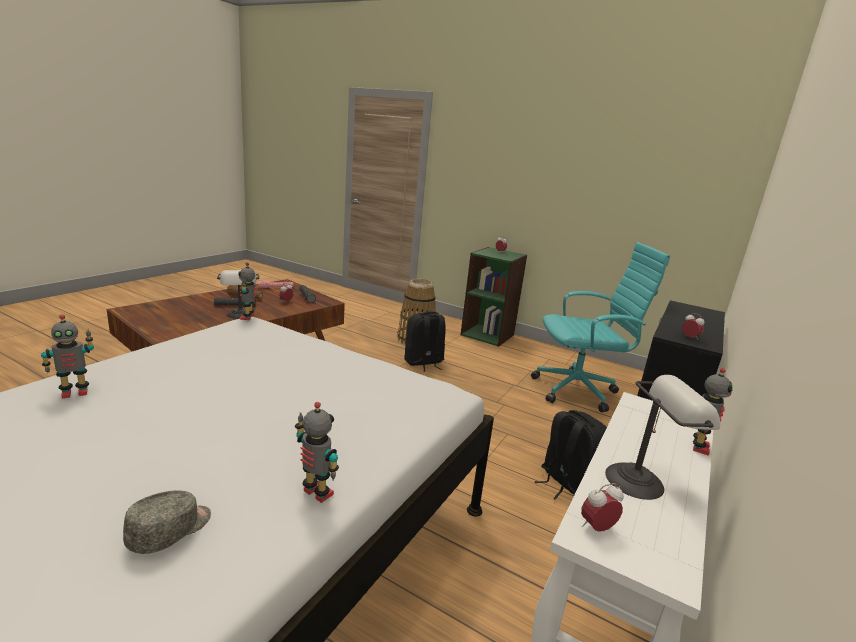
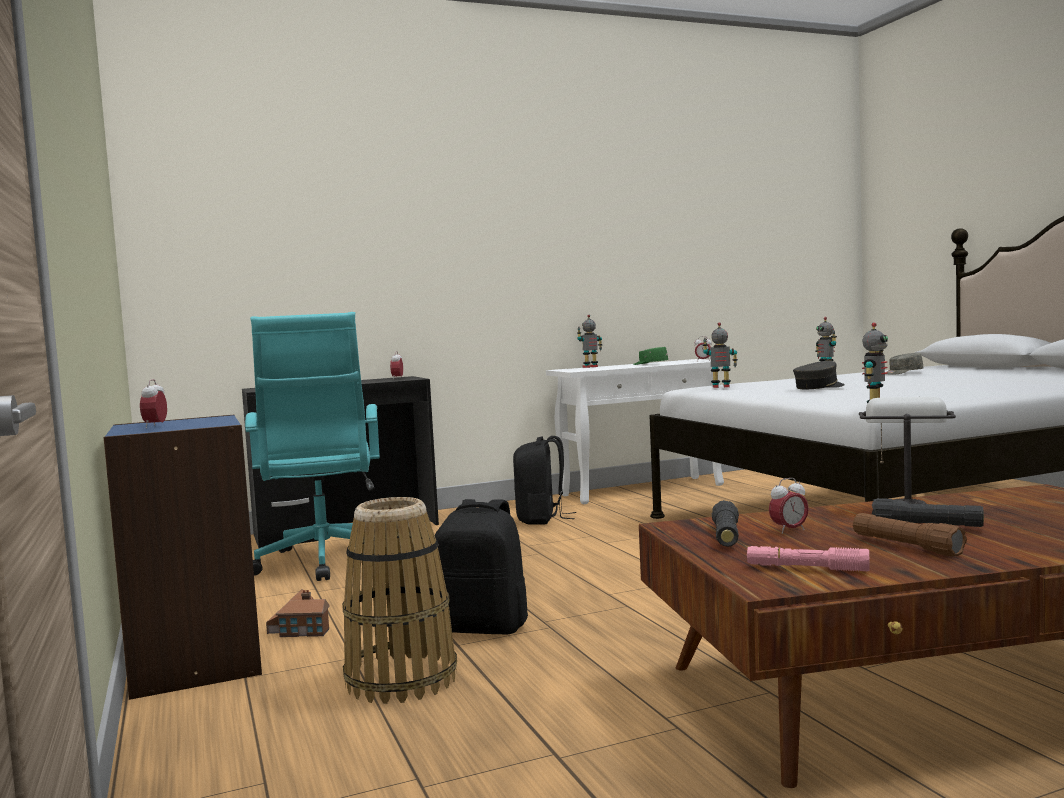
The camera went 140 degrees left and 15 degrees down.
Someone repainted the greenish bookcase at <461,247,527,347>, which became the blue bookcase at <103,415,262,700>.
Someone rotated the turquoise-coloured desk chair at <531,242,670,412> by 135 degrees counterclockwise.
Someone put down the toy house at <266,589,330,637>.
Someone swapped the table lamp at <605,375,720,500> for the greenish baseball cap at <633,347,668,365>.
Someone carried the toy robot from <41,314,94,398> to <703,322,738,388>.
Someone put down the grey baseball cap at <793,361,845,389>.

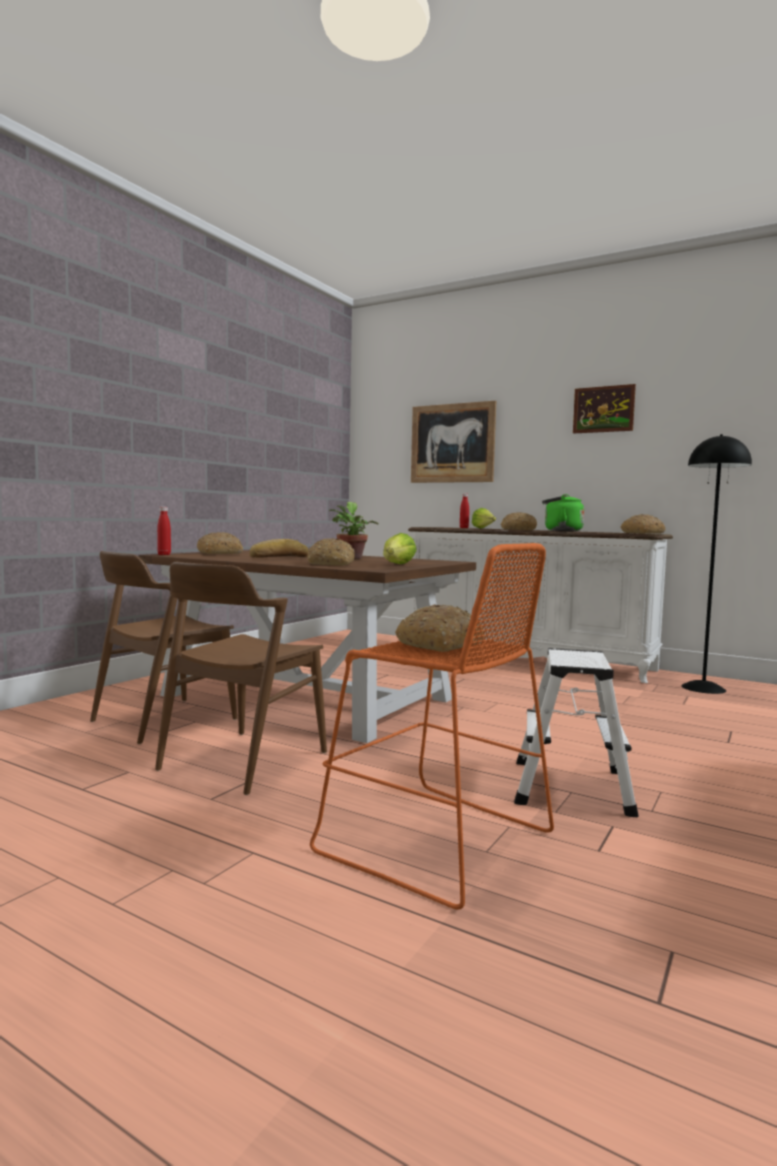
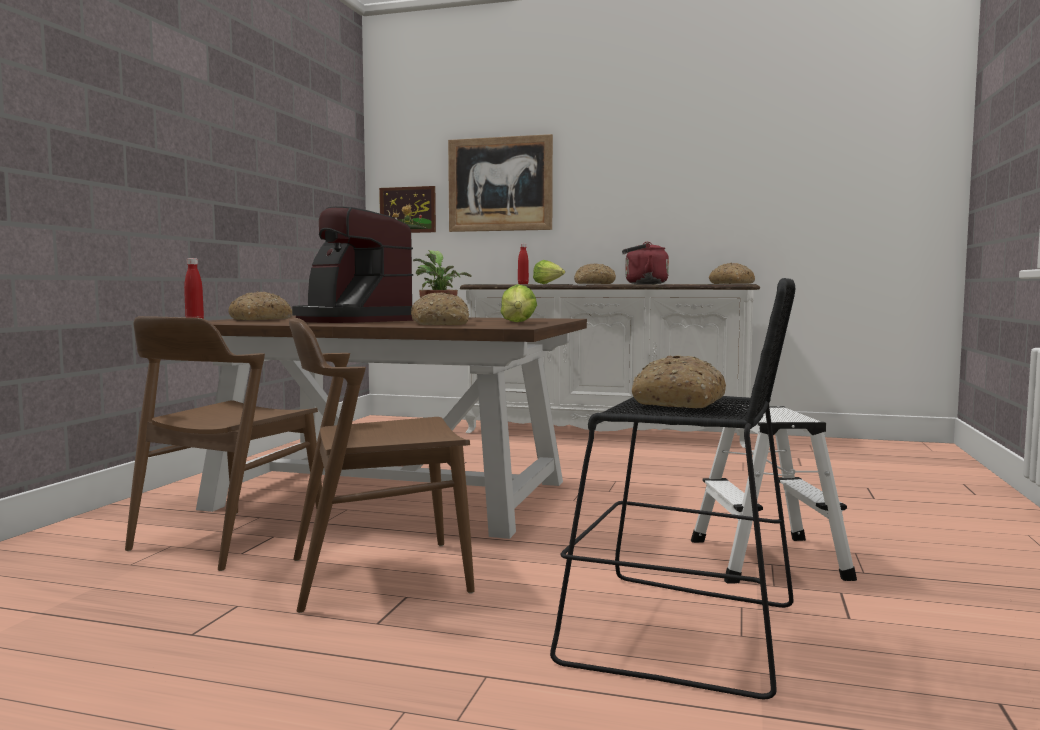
The camera went 15 degrees left and 0 degrees up.
Someone rotated the brown-coloured plain chair at <155,562,327,795> by 60 degrees clockwise.
Someone swapped the bread at <250,539,309,558> for the coffee machine at <292,206,413,323>.
Someone carried the picture from <573,384,636,434> to <379,186,436,233>.
Someone repainted the orange stool seat at <310,543,554,910>, which became the black-coloured stool seat at <550,278,795,699>.
Someone repainted the greenish water kettle at <542,494,584,531>, which became the reddish water kettle at <622,242,669,284>.
Someone took away the black-coloured standing lamp at <681,434,752,694>.

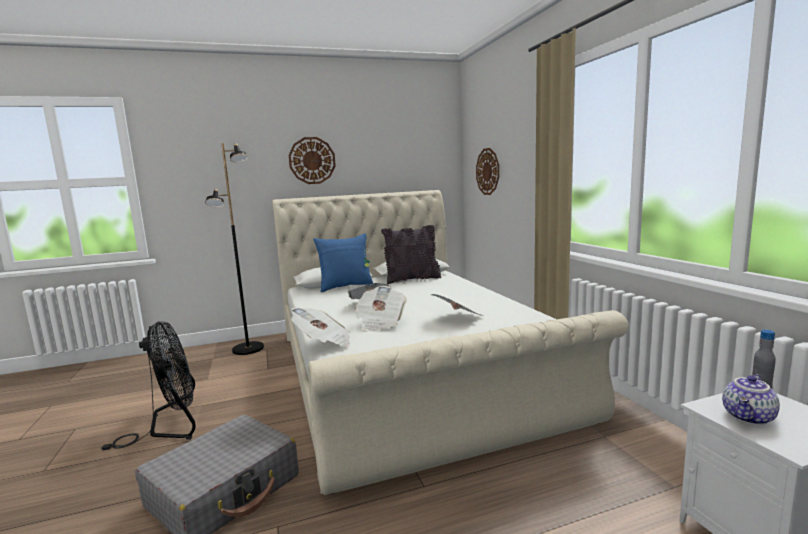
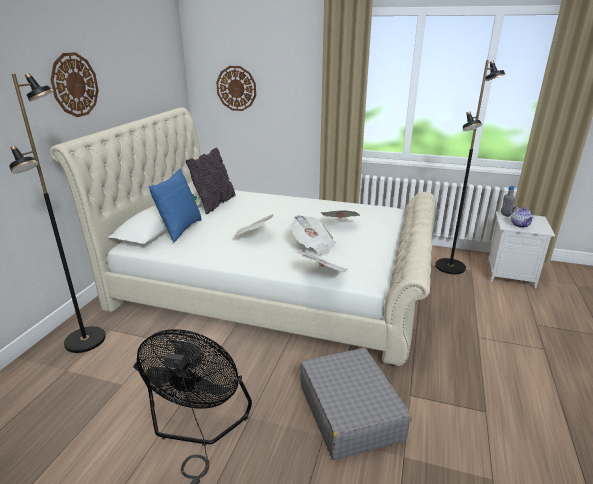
The camera went 55 degrees left and 15 degrees up.
Someone put down the black-coloured standing lamp at <435,60,505,274>.

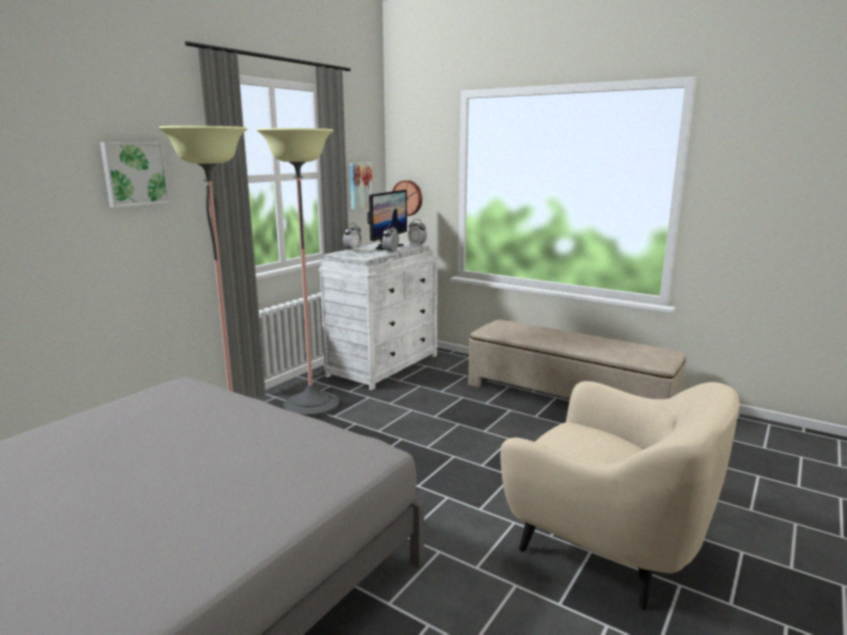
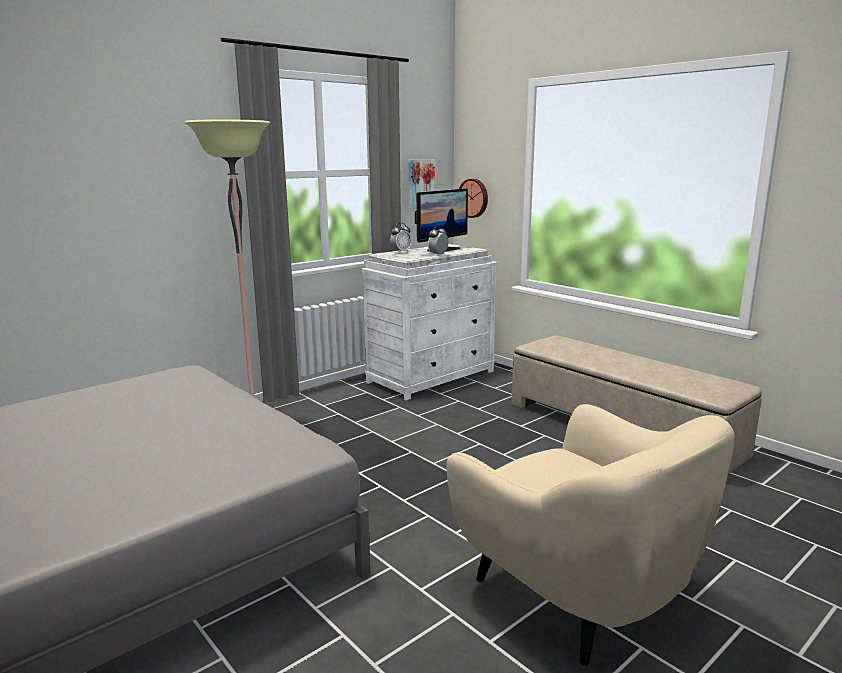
The camera went 15 degrees right and 0 degrees up.
Someone took away the picture at <100,142,170,208>.
Someone took away the standing lamp at <257,128,340,418>.
Someone took away the bedside clock at <408,219,427,246>.

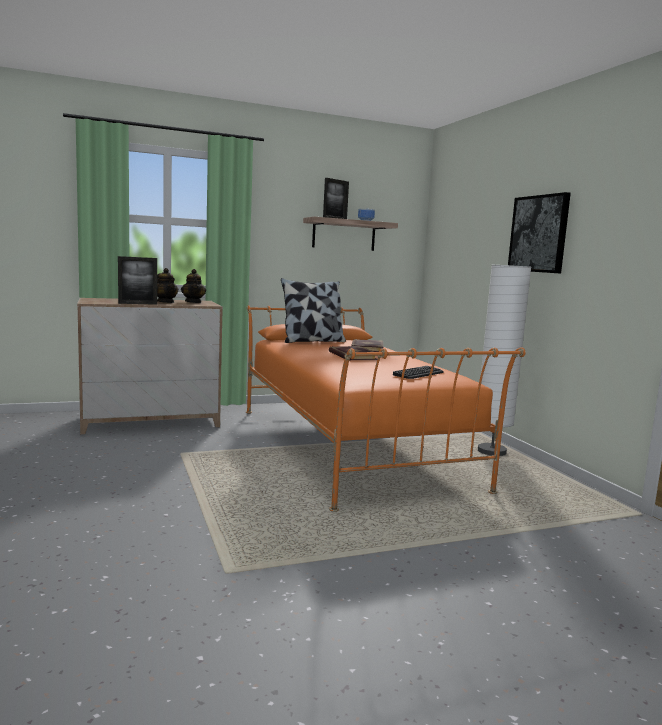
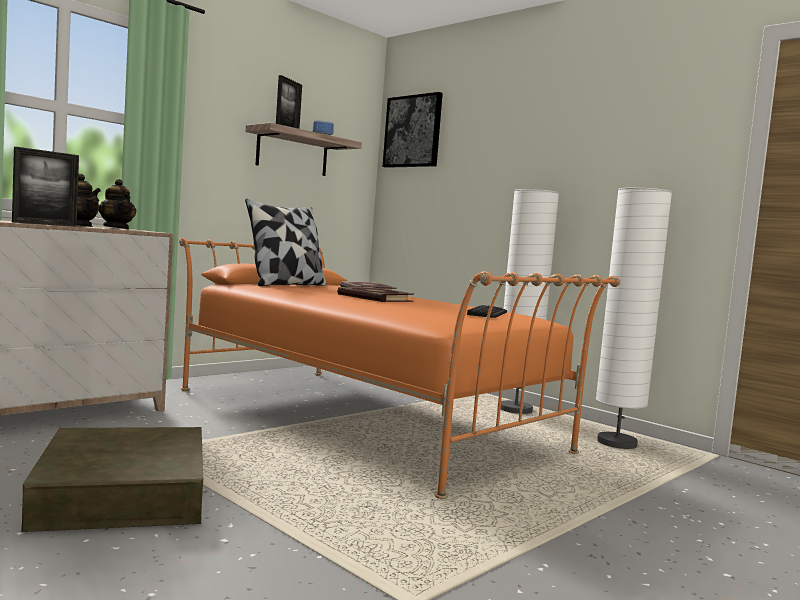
The camera went 25 degrees left and 5 degrees down.
Someone put down the brown-coloured storage box at <21,427,203,532>.
Someone carried the picture from <508,192,571,273> to <383,92,443,168>.
Someone put down the whitish standing lamp at <596,187,672,449>.

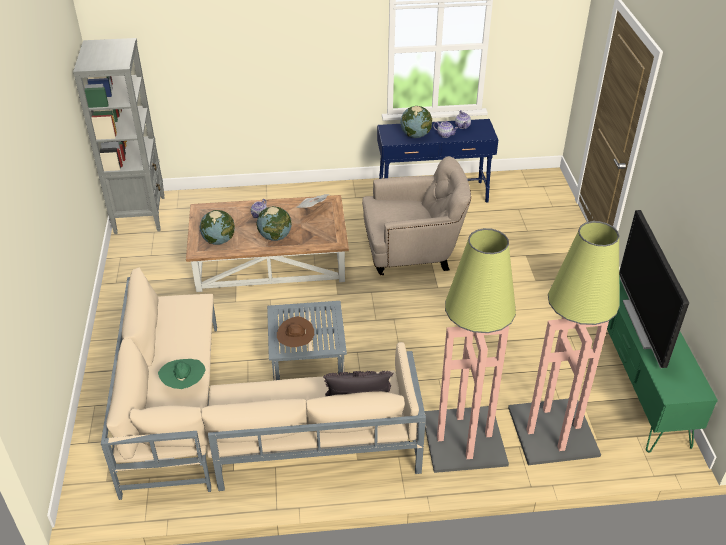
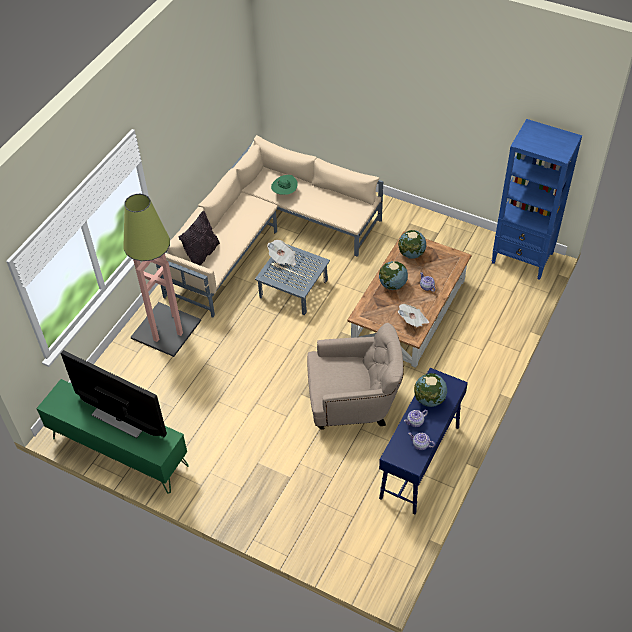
The camera went 125 degrees right and 10 degrees up.
Someone swapped the brown-coloured hat at <277,316,314,347> for the printed paper at <267,240,295,265>.
Someone rotated the beige-coloured armchair at <362,156,471,275> by 120 degrees counterclockwise.
Someone repainted the grey bookcase at <73,38,165,234>, which became the blue bookcase at <492,119,582,280>.
Someone took away the standing lamp at <508,221,620,465>.

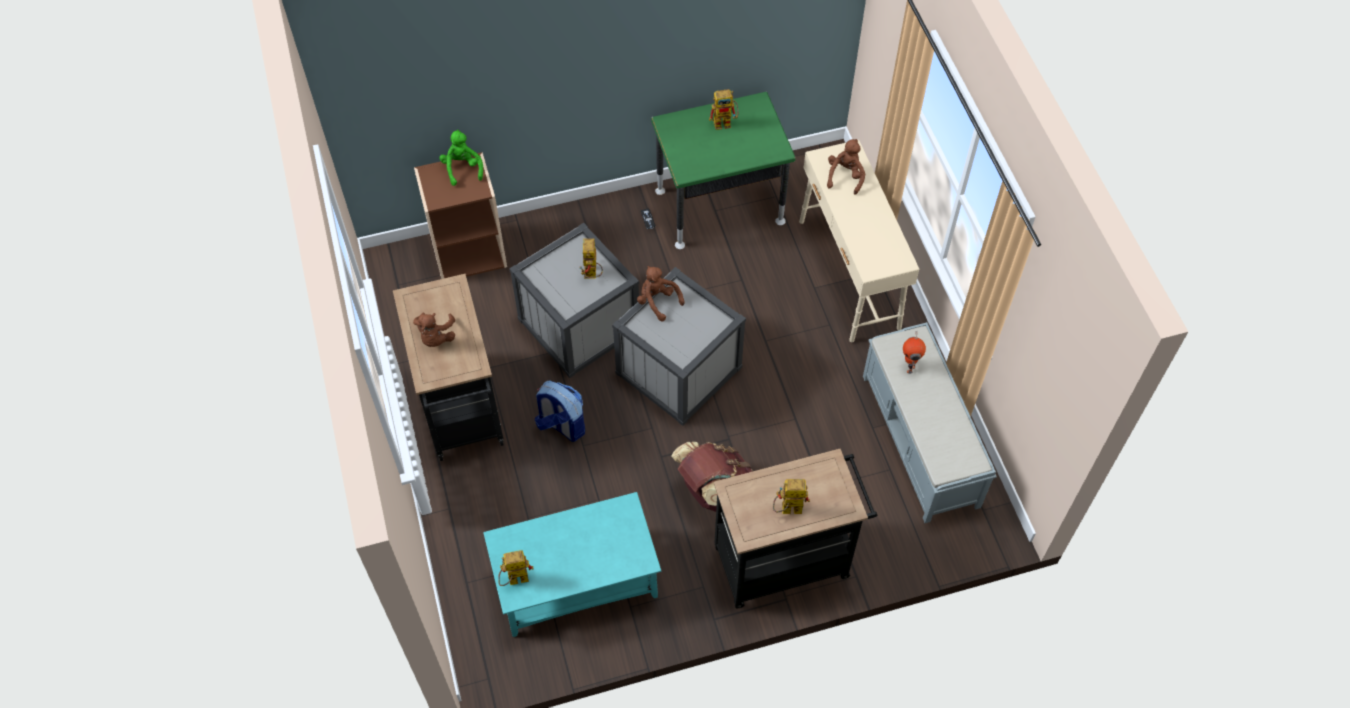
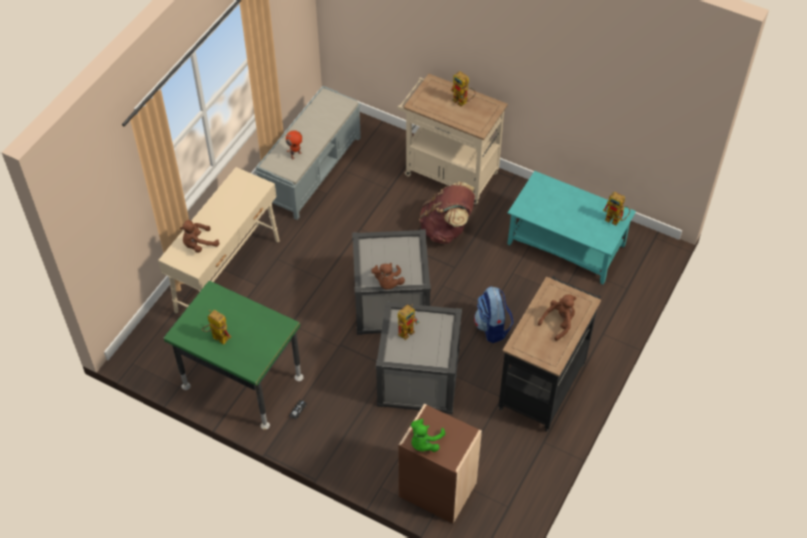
The camera went 135 degrees left and 5 degrees down.
Someone repainted the black-coloured trolley at <714,449,877,609>, which became the beige-coloured trolley at <397,74,508,204>.

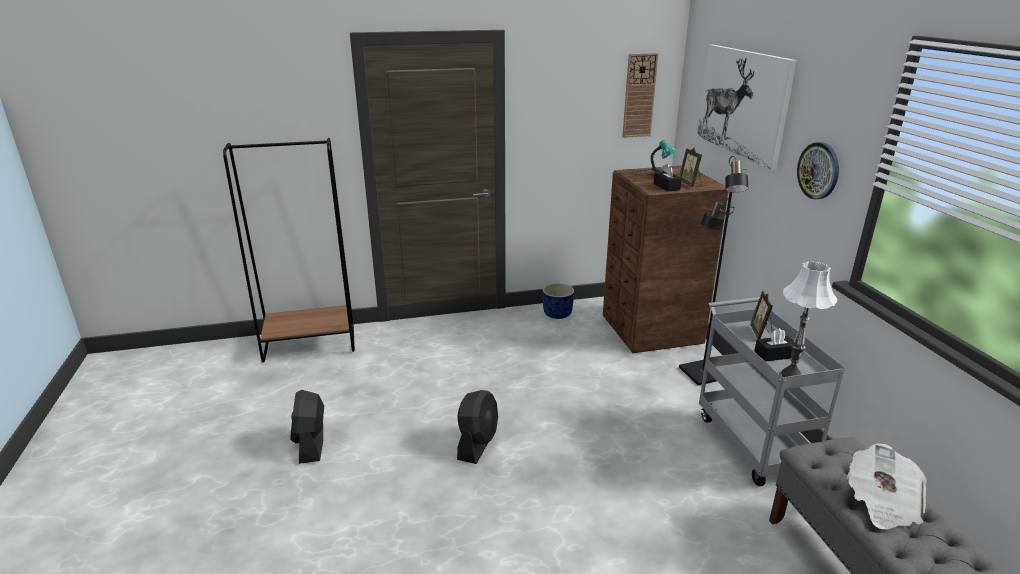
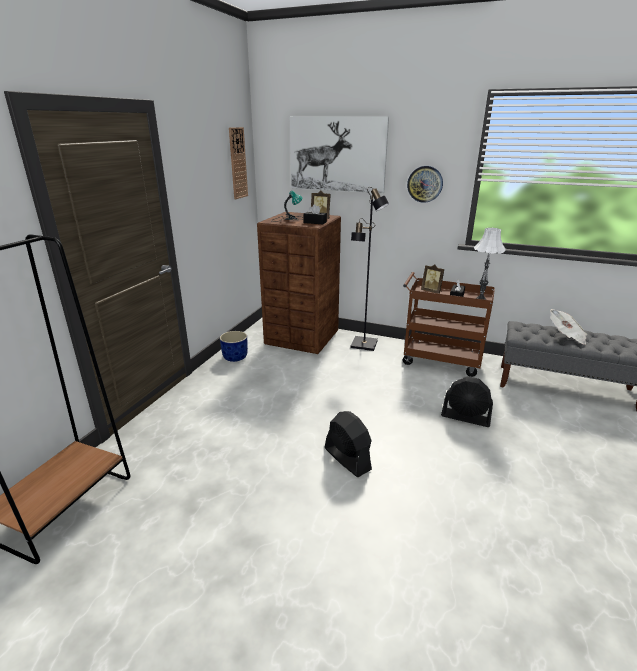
The camera went 55 degrees left and 0 degrees up.
Someone repainted the grey trolley at <699,297,845,486>, which became the brown-coloured trolley at <403,272,495,377>.
Someone carried the black-coloured electric fan from <290,390,324,464> to <441,376,493,427>.

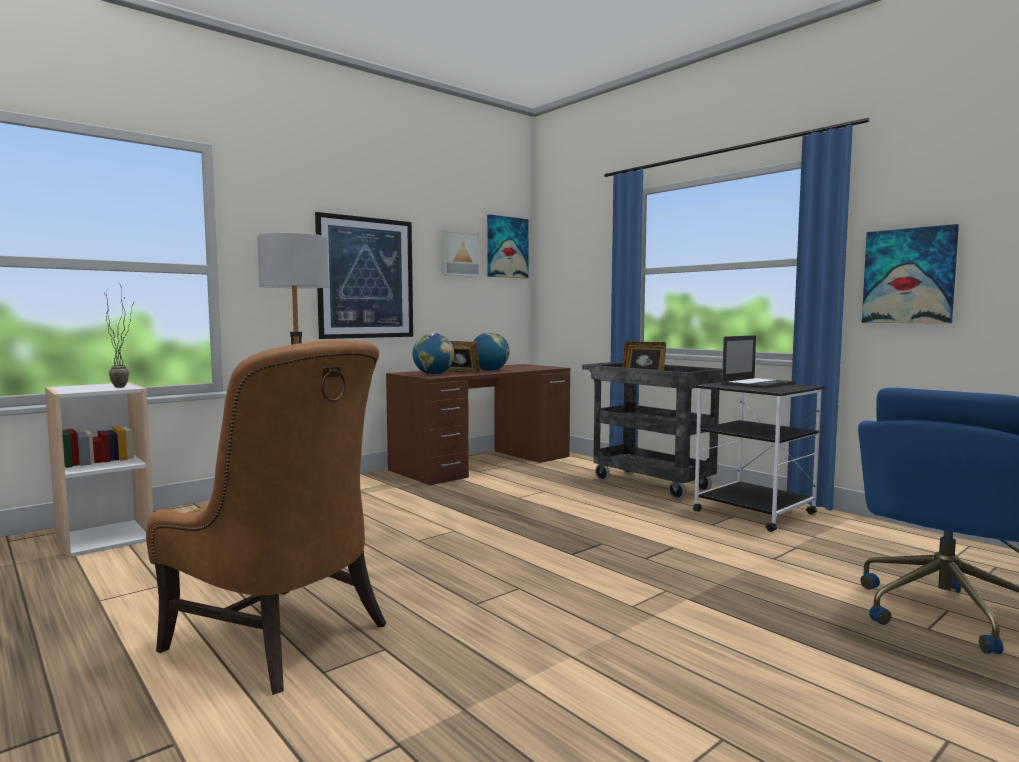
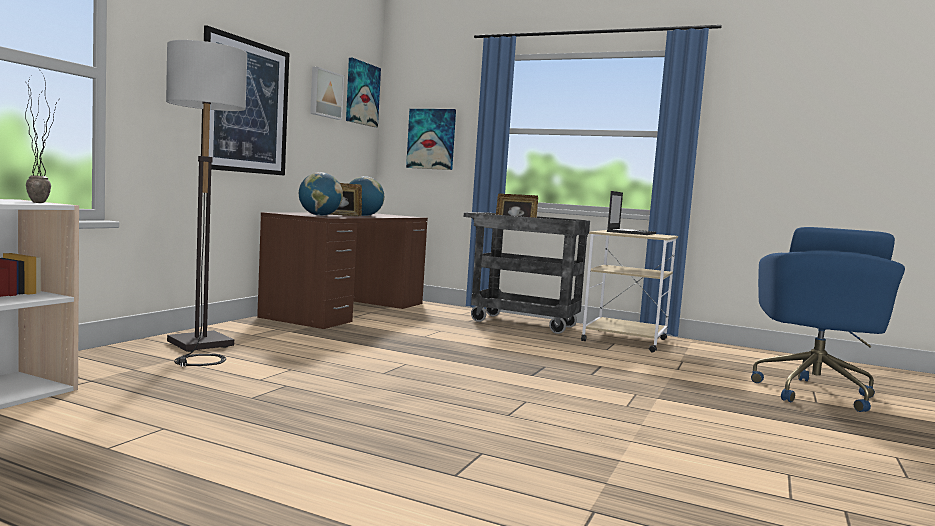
The camera went 25 degrees left and 0 degrees up.
Someone carried the picture from <862,224,959,324> to <406,109,456,170>.
Someone repainted the black-coloured trolley at <693,382,825,532>, which became the beige-coloured trolley at <581,230,678,353>.
Someone took away the brown-coloured plain chair at <146,340,386,695>.

